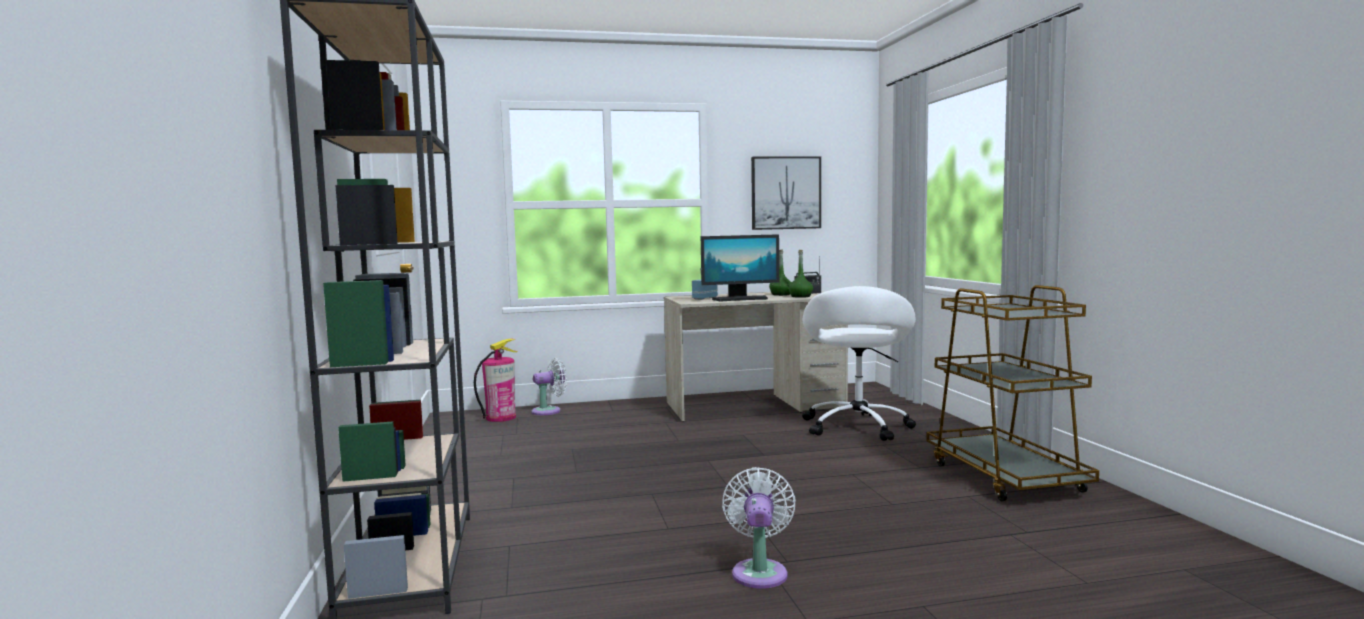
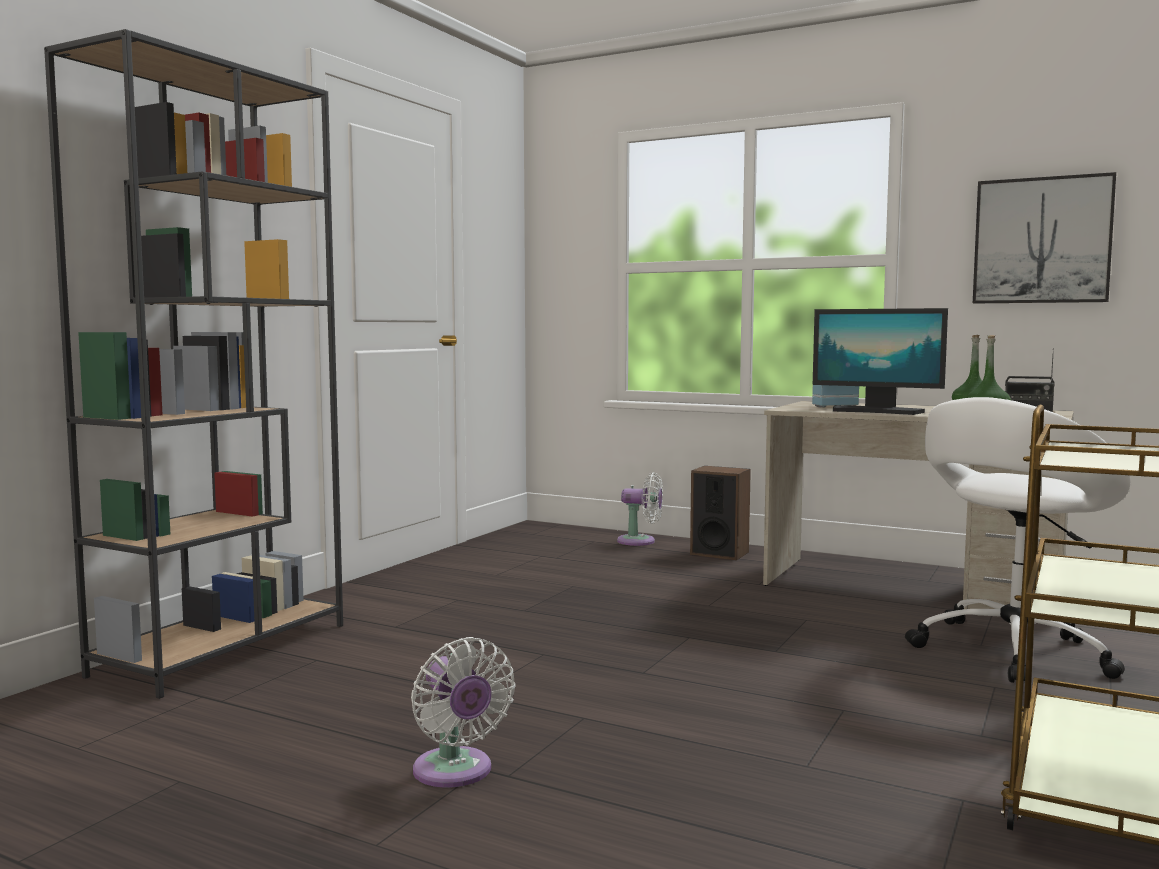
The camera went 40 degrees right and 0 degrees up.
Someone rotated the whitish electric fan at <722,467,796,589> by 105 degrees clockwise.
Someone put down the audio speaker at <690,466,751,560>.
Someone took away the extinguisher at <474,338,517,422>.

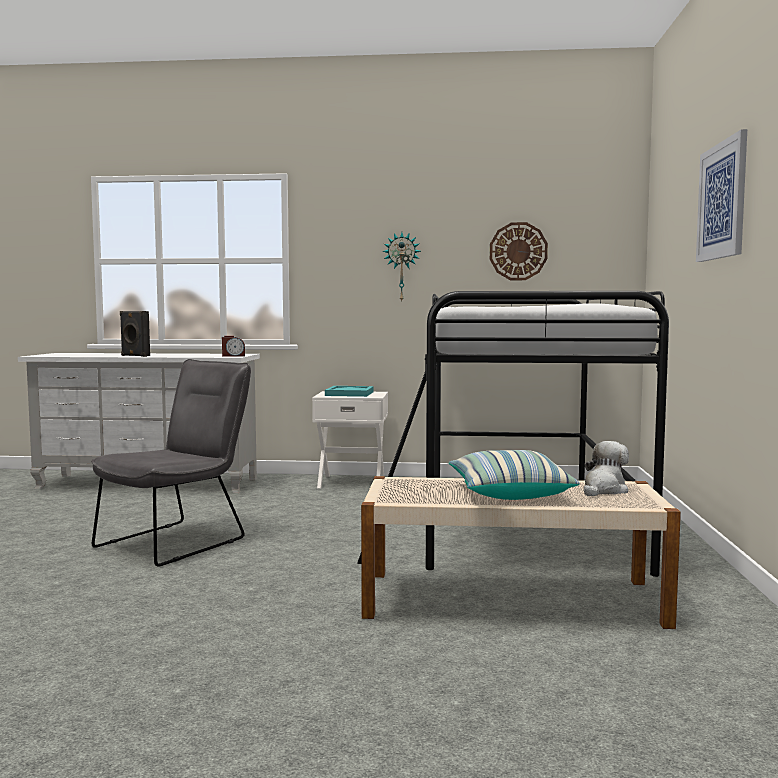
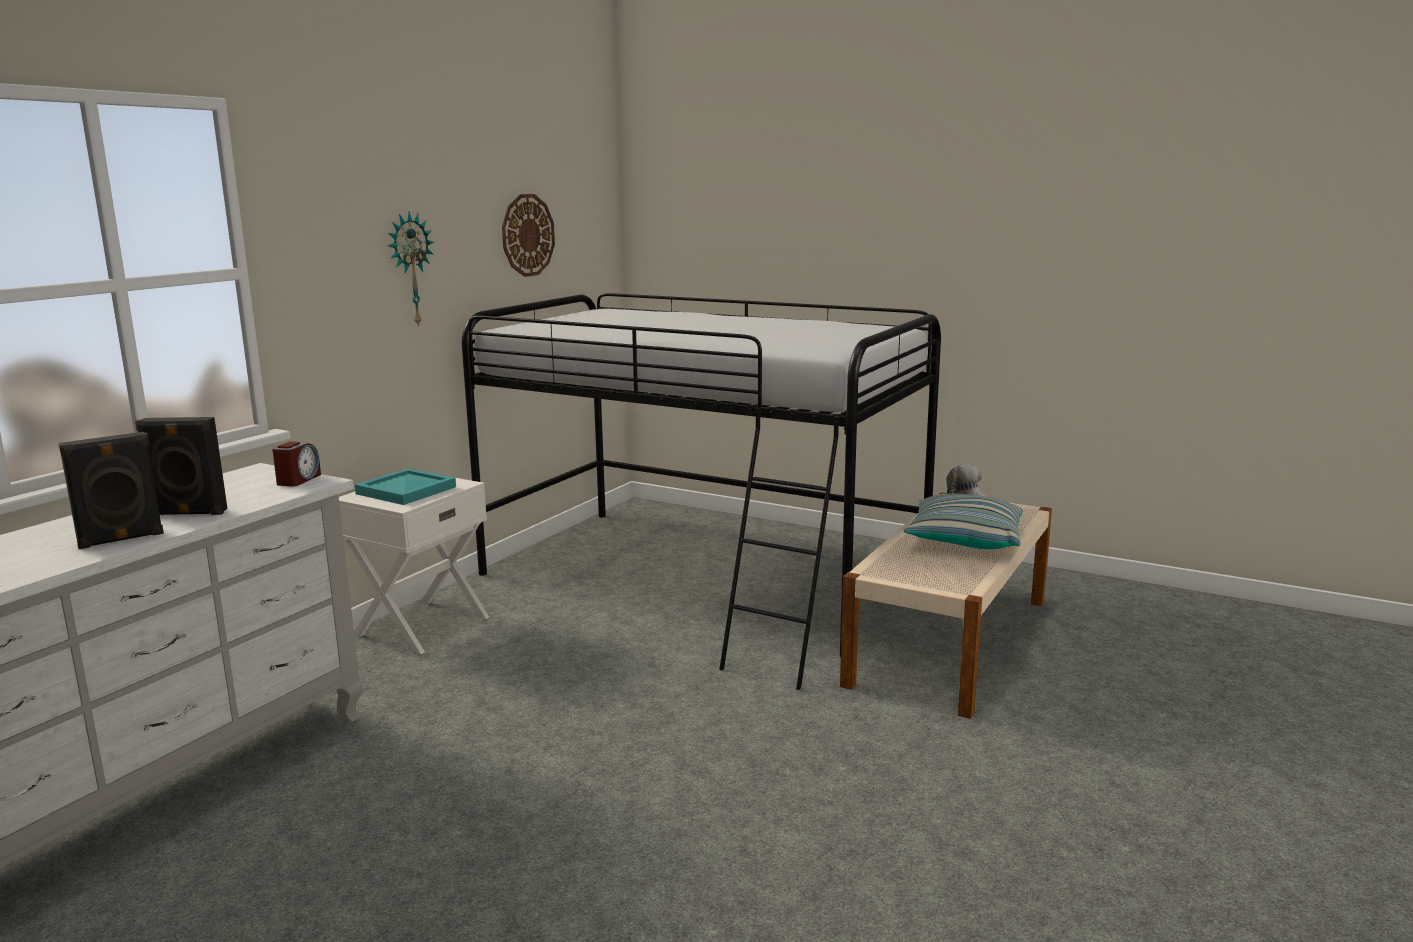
The camera went 65 degrees left and 10 degrees up.
Someone put down the black-coloured audio speaker at <135,417,228,515>.
Someone took away the grey plain chair at <91,359,251,567>.
Someone took away the picture at <696,129,747,262>.

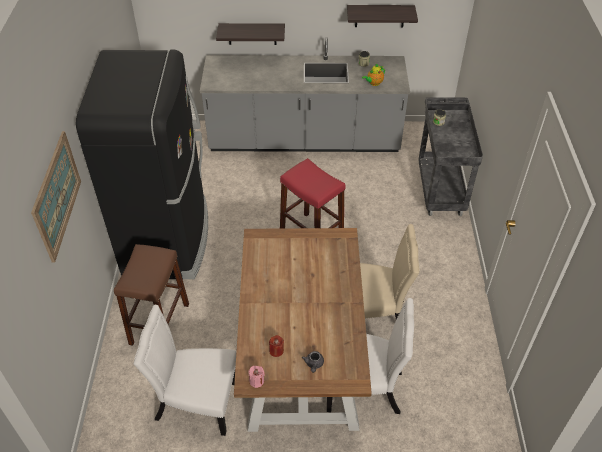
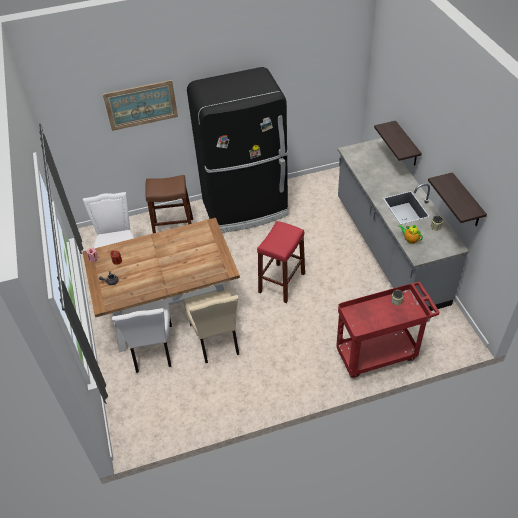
The camera went 75 degrees right and 0 degrees up.
Someone repainted the grey trolley at <418,97,483,216>, which became the reddish trolley at <336,282,439,378>.

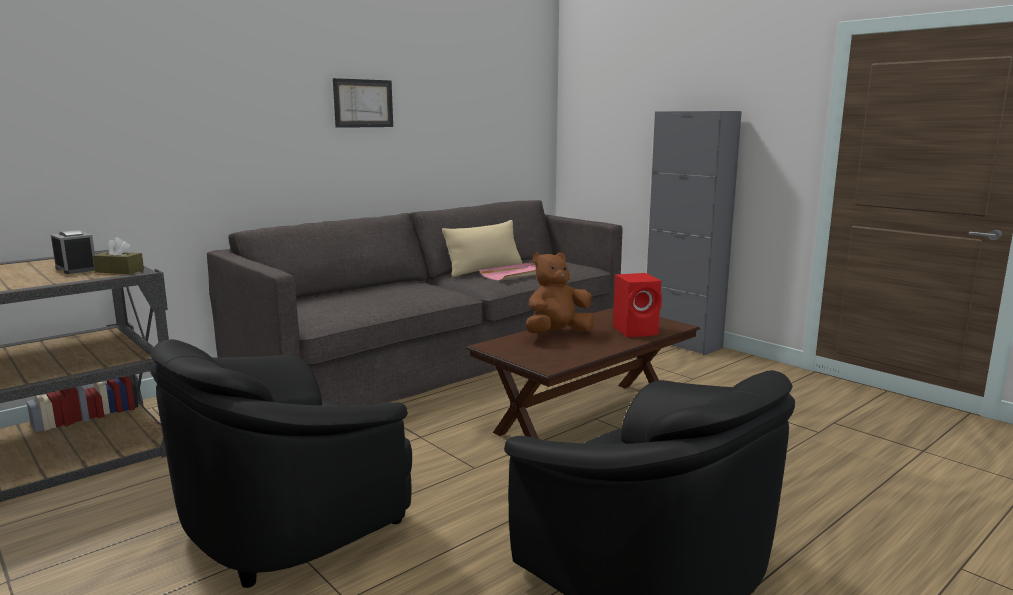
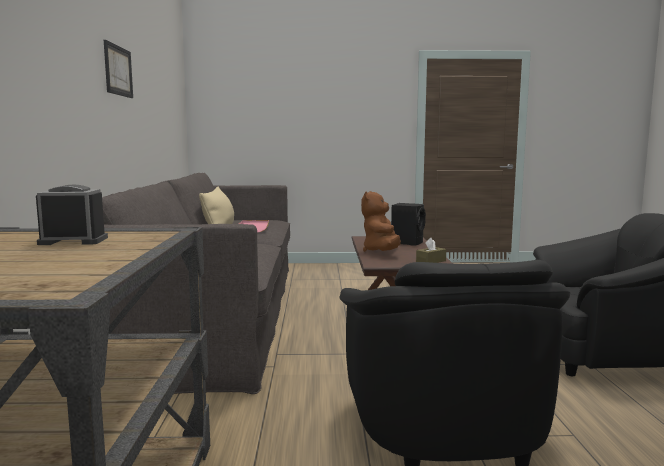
The camera went 50 degrees left and 5 degrees down.
Someone repainted the reddish audio speaker at <613,273,662,337>, which became the black-coloured audio speaker at <391,203,426,246>.
Someone carried the brown-coloured tissue box from <93,237,144,274> to <416,238,446,263>.
Someone took away the grey cabinet at <647,111,742,355>.

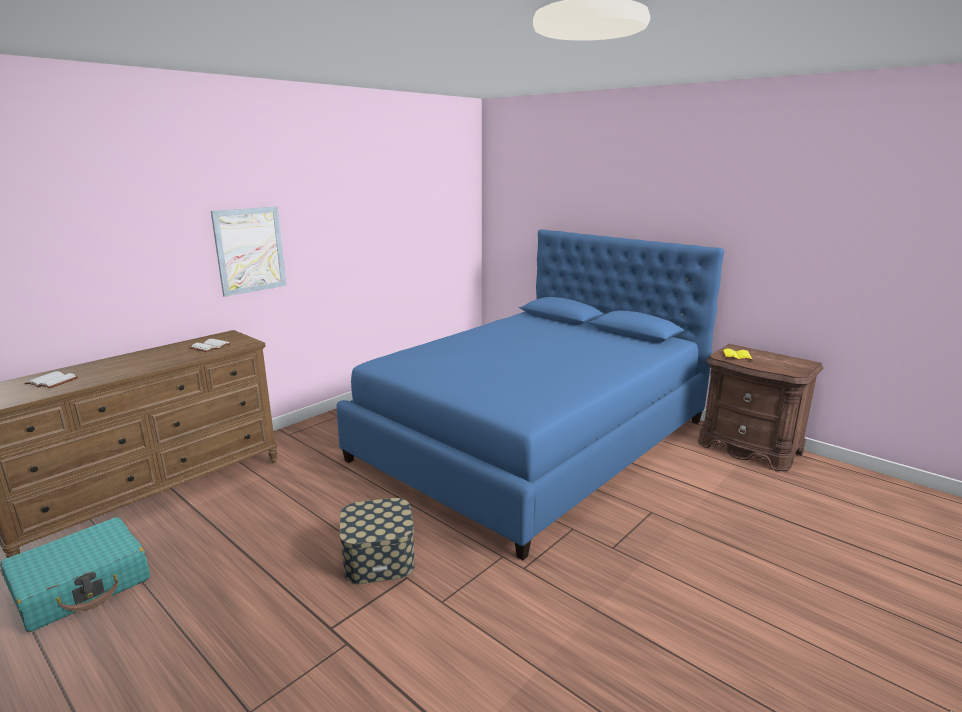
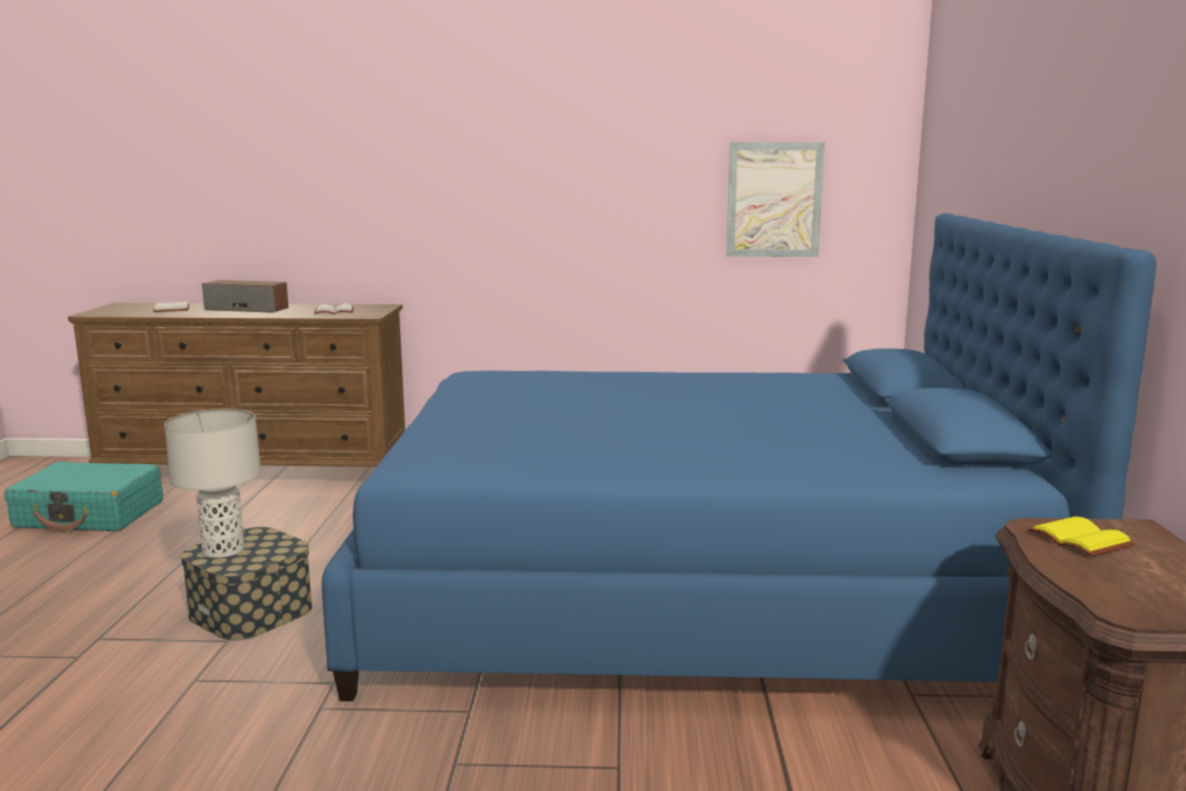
The camera went 50 degrees right and 5 degrees down.
Someone put down the whitish table lamp at <164,409,261,558>.
Someone put down the audio speaker at <202,280,289,313>.
Someone carried the picture from <211,206,286,297> to <726,142,825,257>.

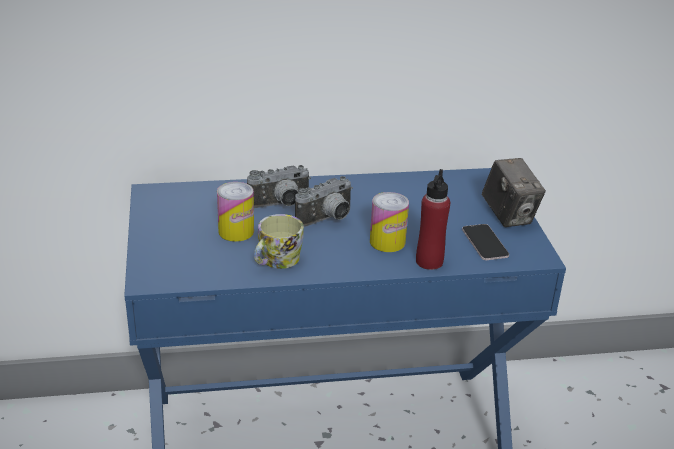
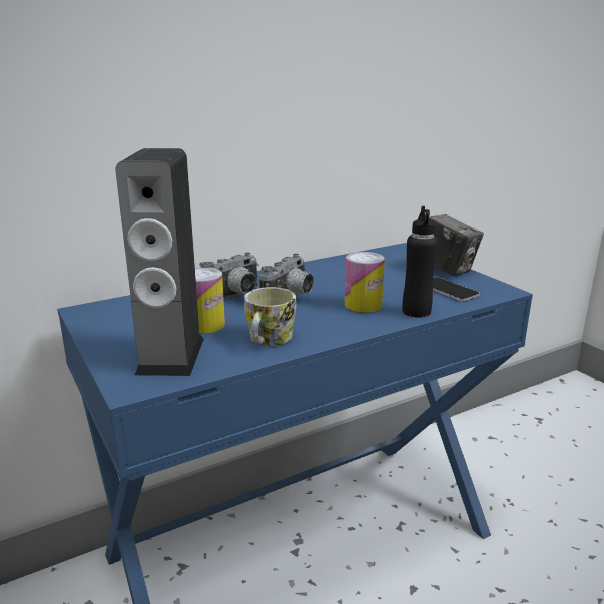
The camera went 20 degrees left and 10 degrees down.
Someone put down the audio speaker at <115,148,204,376>.
Someone repainted the reddish bottle at <416,169,450,270>, which became the black-coloured bottle at <402,206,438,318>.

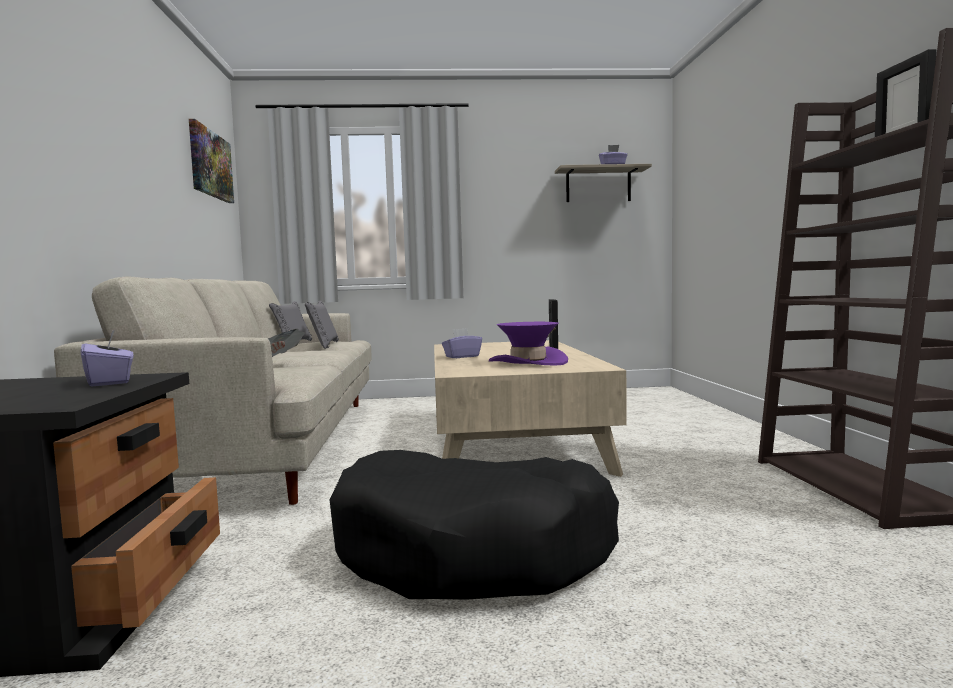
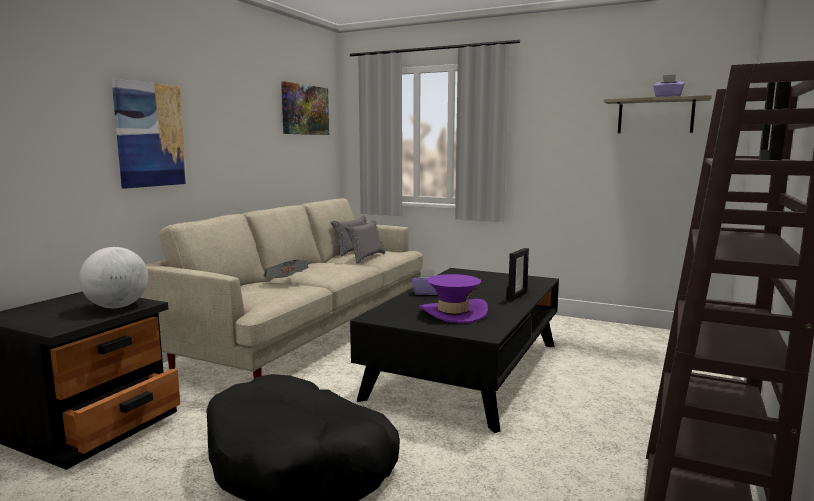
The camera went 30 degrees right and 5 degrees up.
Someone swapped the purple tissue box at <80,330,134,386> for the world globe at <79,247,148,308>.
Someone put up the picture at <112,79,187,189>.
Someone repainted the beige-coloured low table at <434,340,627,477>, which became the black-coloured low table at <350,268,559,433>.

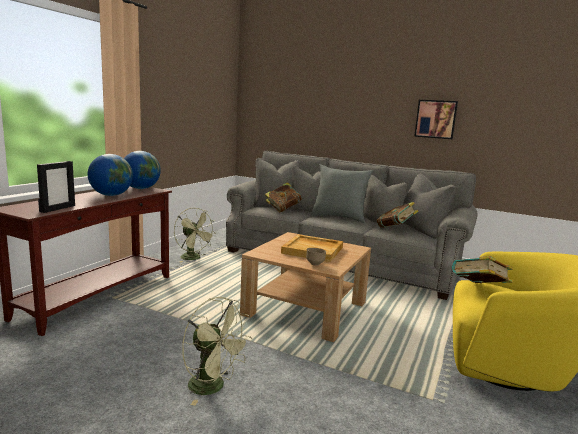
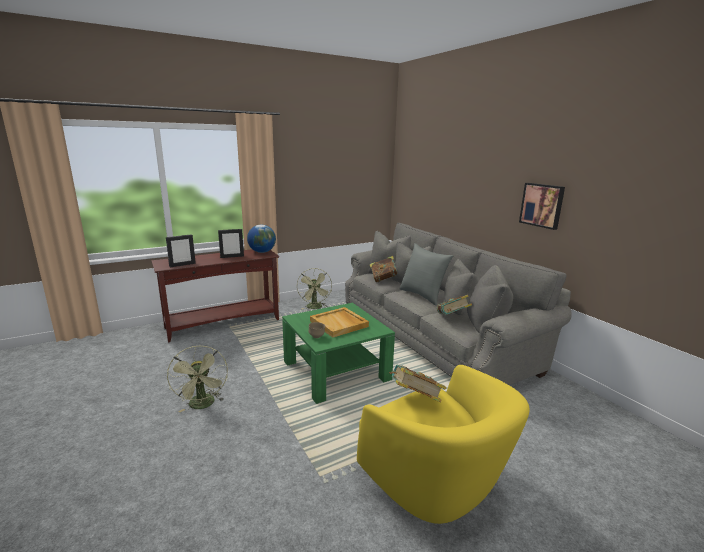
The camera went 35 degrees right and 5 degrees up.
Someone swapped the world globe at <88,154,133,196> for the picture frame at <218,229,244,258>.
Someone repainted the brown-coloured low table at <240,232,371,342>, which became the greenish low table at <282,303,395,404>.

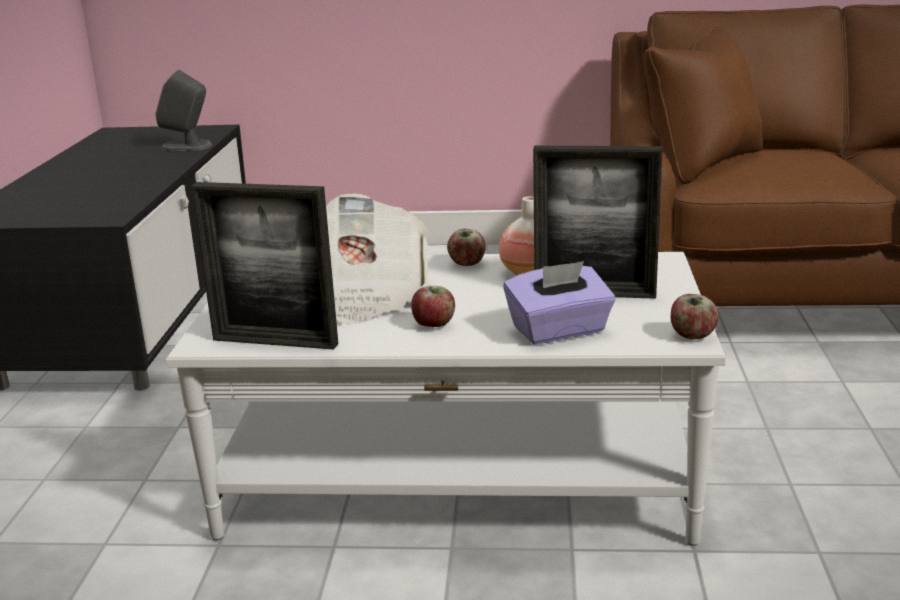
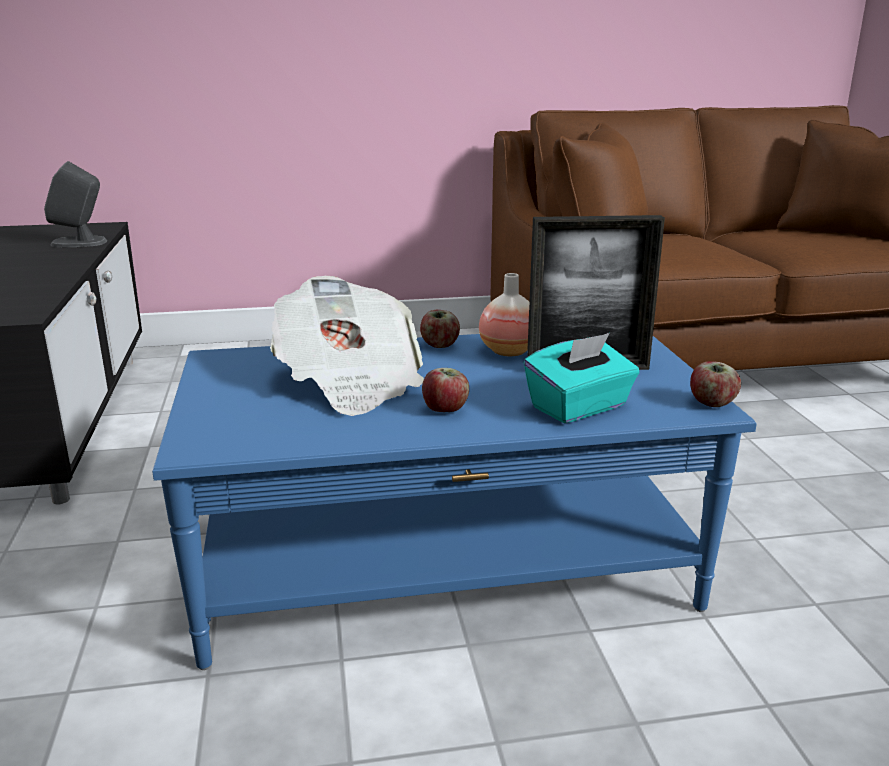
The camera went 15 degrees left and 0 degrees up.
Someone repainted the whitish low table at <166,252,726,546>, which became the blue low table at <152,334,757,670>.
Someone repainted the purple tissue box at <503,261,615,344>, which became the turquoise-coloured tissue box at <524,333,639,423>.
Someone took away the picture frame at <191,182,338,350>.

